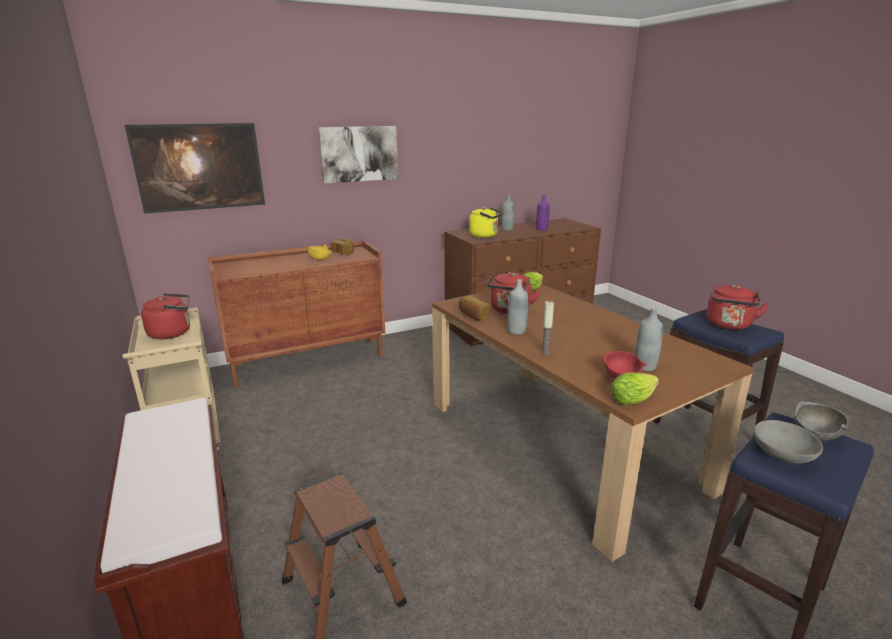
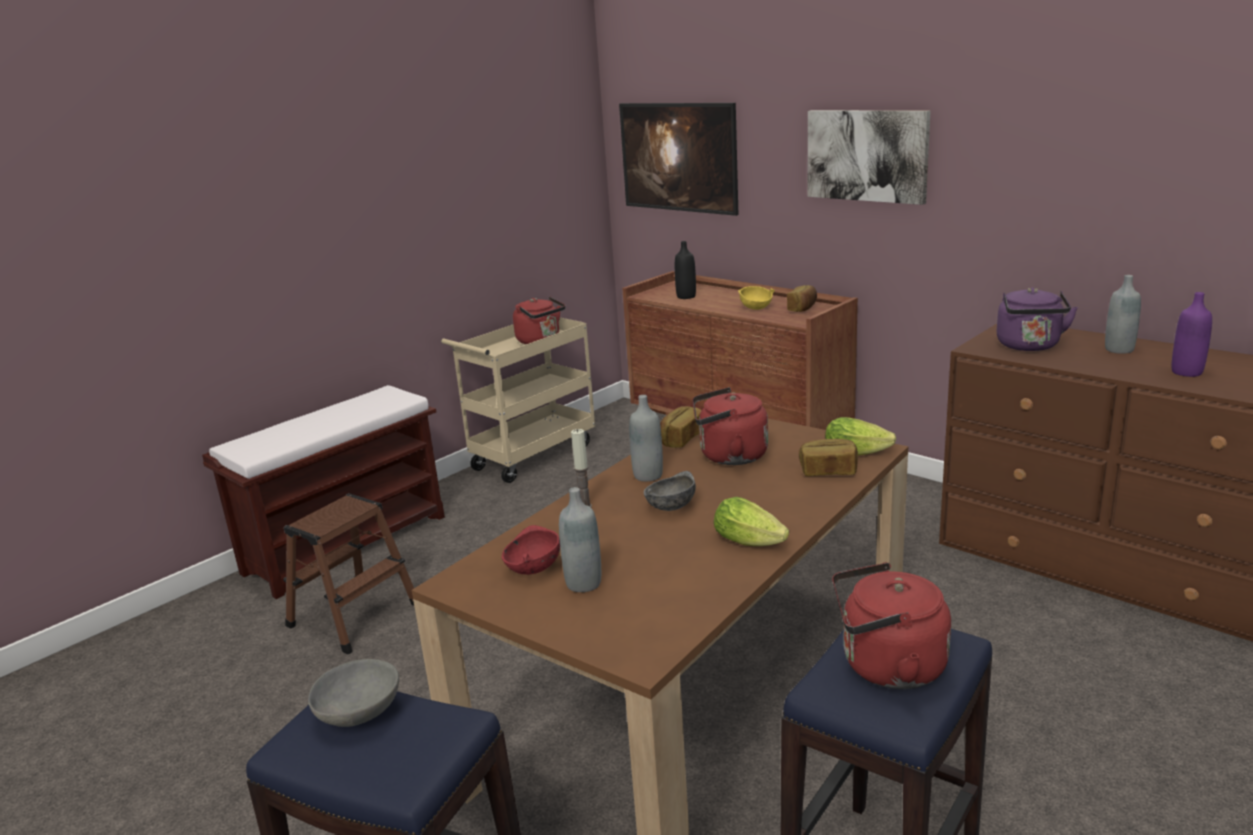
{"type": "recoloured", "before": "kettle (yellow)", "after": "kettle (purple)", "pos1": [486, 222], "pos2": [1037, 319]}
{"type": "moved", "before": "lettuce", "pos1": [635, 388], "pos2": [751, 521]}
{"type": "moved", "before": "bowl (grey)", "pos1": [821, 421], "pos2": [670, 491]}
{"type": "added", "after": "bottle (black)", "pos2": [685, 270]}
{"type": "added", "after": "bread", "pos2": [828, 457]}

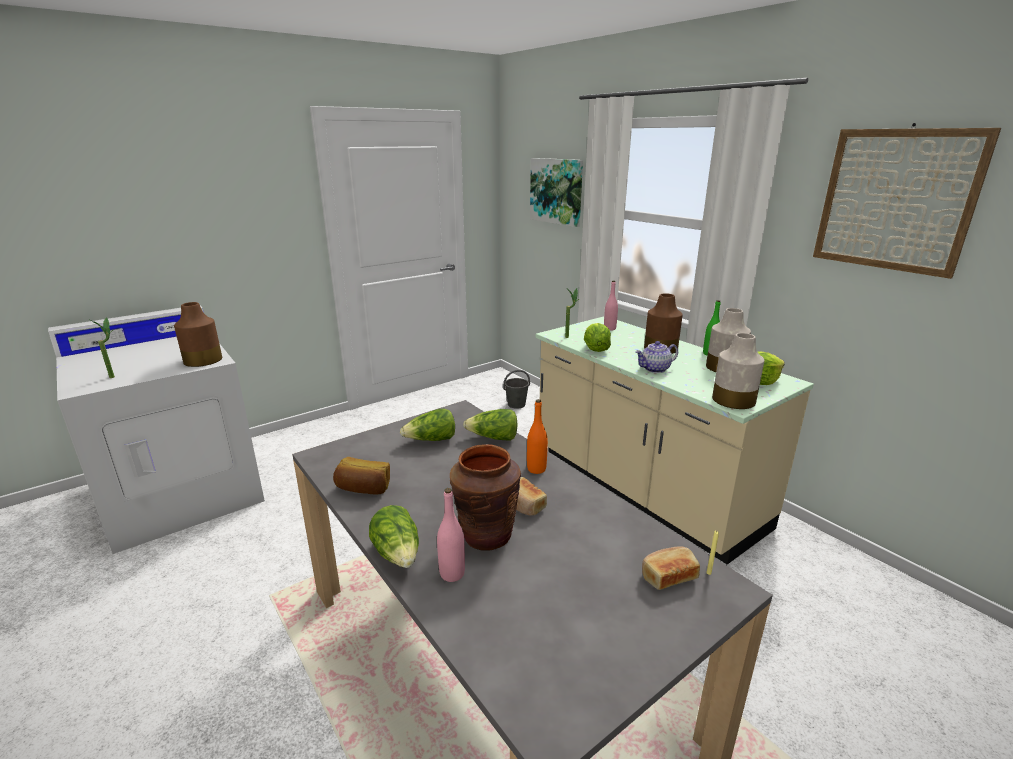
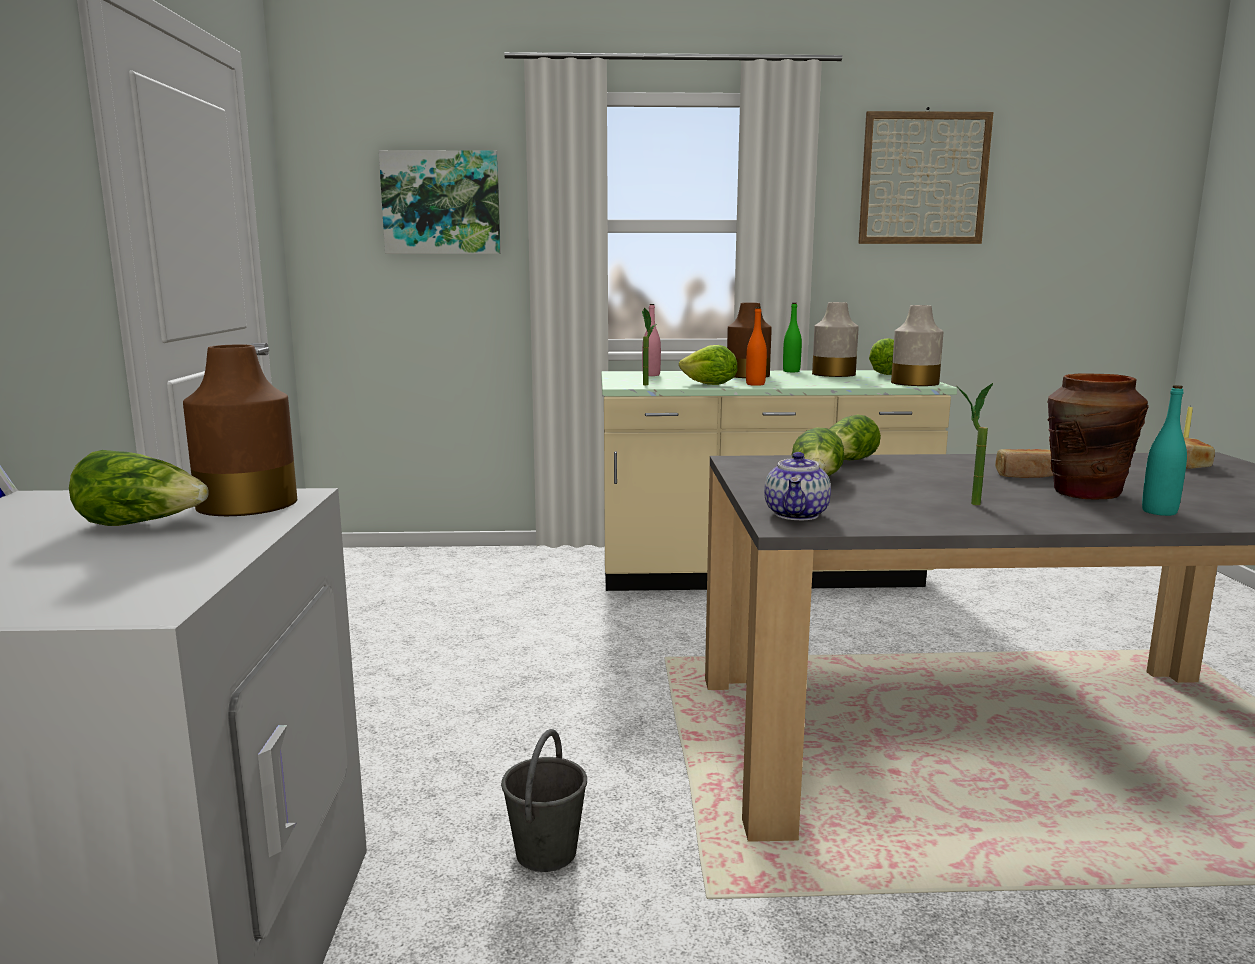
{"type": "moved", "before": "potted plant", "pos1": [102, 347], "pos2": [975, 444]}
{"type": "removed", "before": "bread", "pos1": [361, 475]}
{"type": "moved", "before": "lettuce", "pos1": [394, 536], "pos2": [139, 488]}
{"type": "recoloured", "before": "bottle (pink)", "after": "bottle (turquoise)", "pos1": [451, 535], "pos2": [1164, 450]}
{"type": "moved", "before": "bucket (grey)", "pos1": [516, 389], "pos2": [544, 800]}
{"type": "moved", "before": "bottle (orange)", "pos1": [537, 436], "pos2": [756, 346]}
{"type": "moved", "before": "teapot", "pos1": [656, 357], "pos2": [797, 486]}

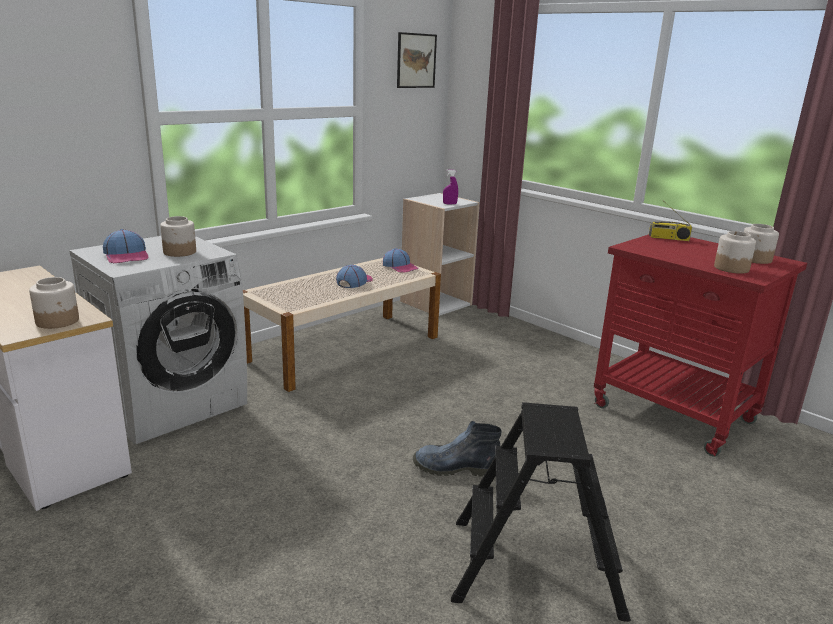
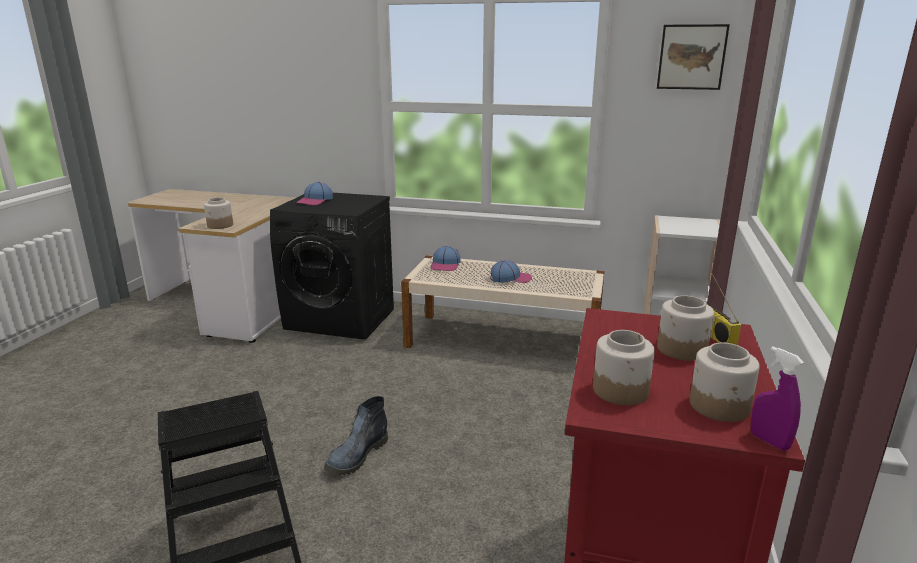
{"type": "recoloured", "before": "washing machine (white)", "after": "washing machine (black)", "pos1": [158, 340], "pos2": [332, 266]}
{"type": "moved", "before": "jar", "pos1": [178, 236], "pos2": [685, 328]}
{"type": "moved", "before": "cap", "pos1": [401, 260], "pos2": [445, 258]}
{"type": "turned", "before": "boot", "pos1": [457, 449], "pos2": [356, 435], "turn": -120}
{"type": "moved", "before": "spray bottle (purple)", "pos1": [450, 187], "pos2": [777, 398]}

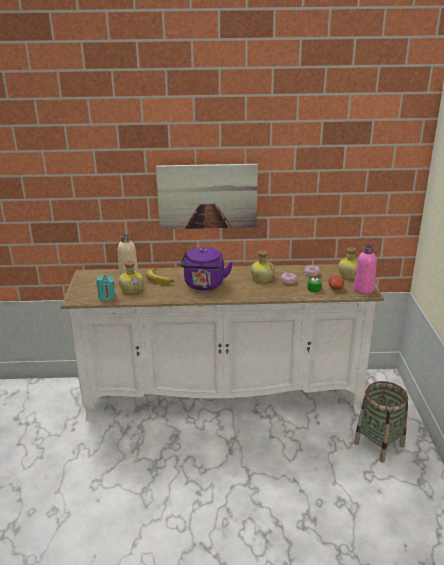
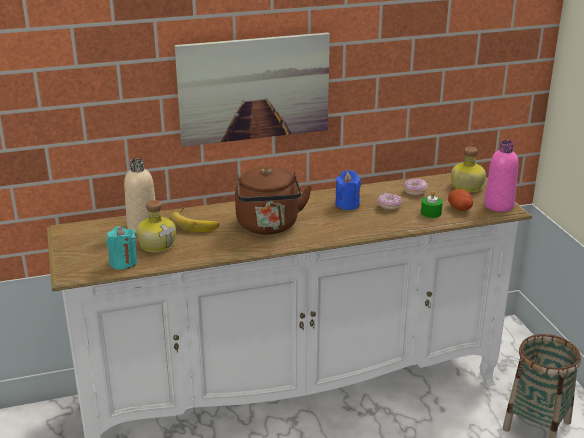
{"type": "recoloured", "before": "kettle (purple)", "after": "kettle (brown)", "pos1": [207, 268], "pos2": [273, 200]}
{"type": "replaced", "before": "bottle", "after": "candle (blue)", "pos1": [263, 266], "pos2": [348, 190]}

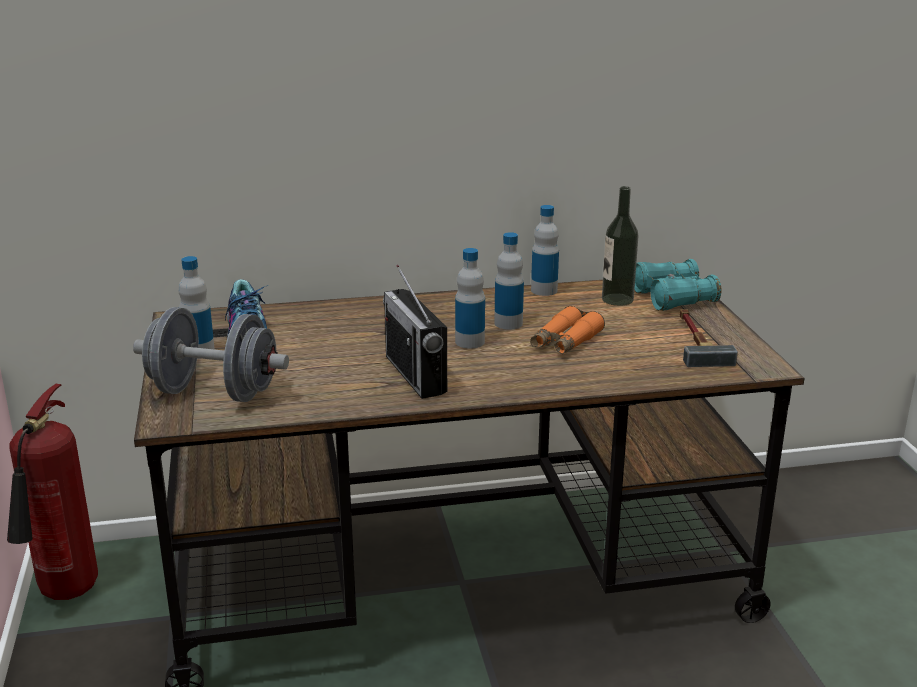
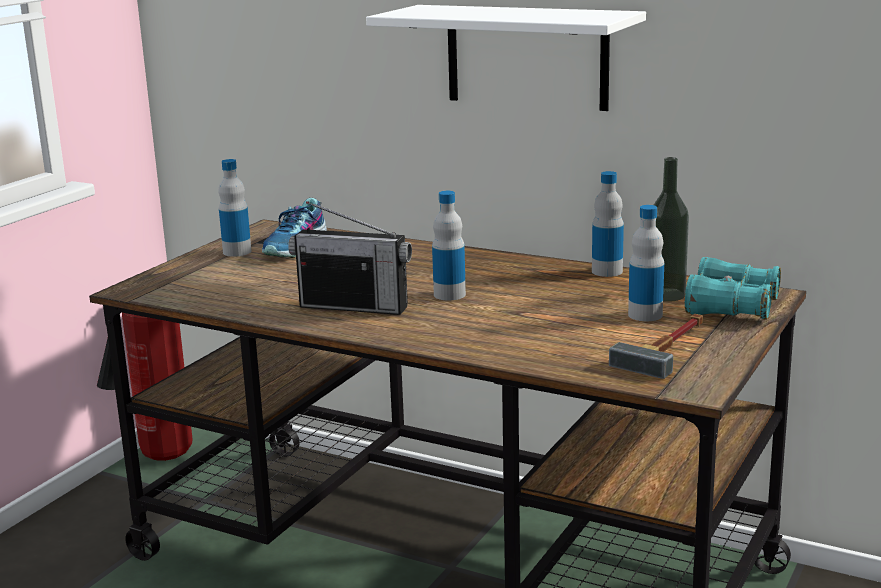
{"type": "removed", "before": "dumbbell (grey)", "pos1": [211, 354]}
{"type": "turned", "before": "radio", "pos1": [415, 332], "pos2": [350, 258], "turn": -90}
{"type": "moved", "before": "bottle", "pos1": [509, 281], "pos2": [646, 263]}
{"type": "removed", "before": "binoculars (orange)", "pos1": [567, 330]}
{"type": "added", "after": "shelf (white)", "pos2": [506, 58]}

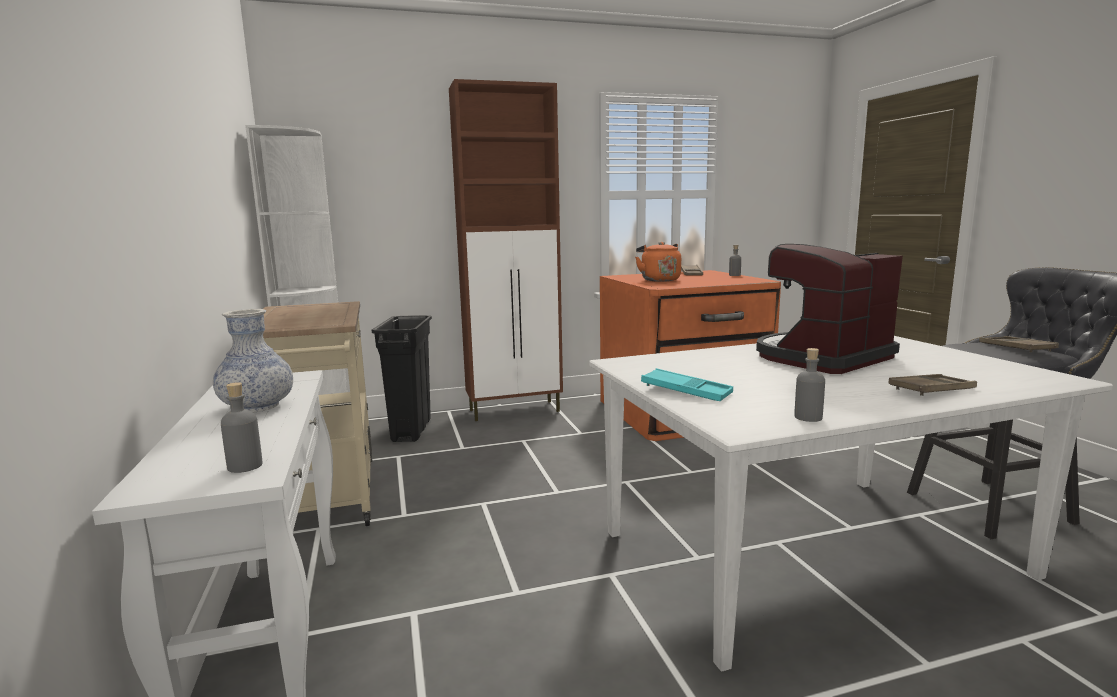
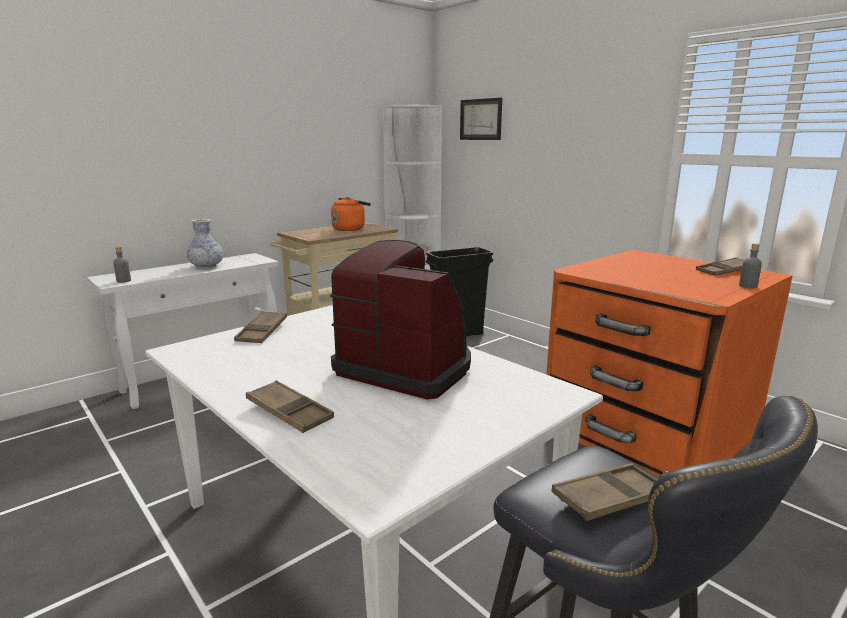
{"type": "removed", "before": "cabinet (brown)", "pos1": [506, 250]}
{"type": "moved", "before": "kettle (orange)", "pos1": [658, 262], "pos2": [351, 214]}
{"type": "recoloured", "before": "tray (turquoise)", "after": "tray (brown)", "pos1": [687, 384], "pos2": [260, 327]}
{"type": "removed", "before": "bottle (grey)", "pos1": [809, 385]}
{"type": "added", "after": "picture", "pos2": [481, 119]}

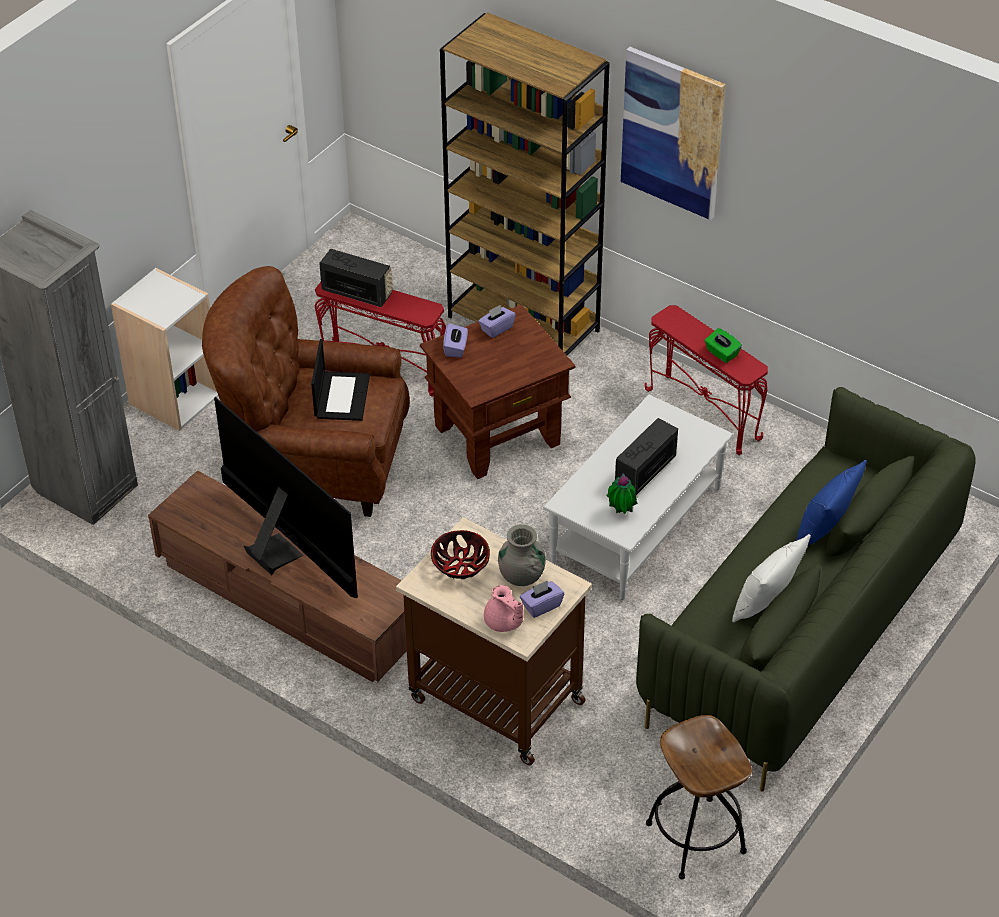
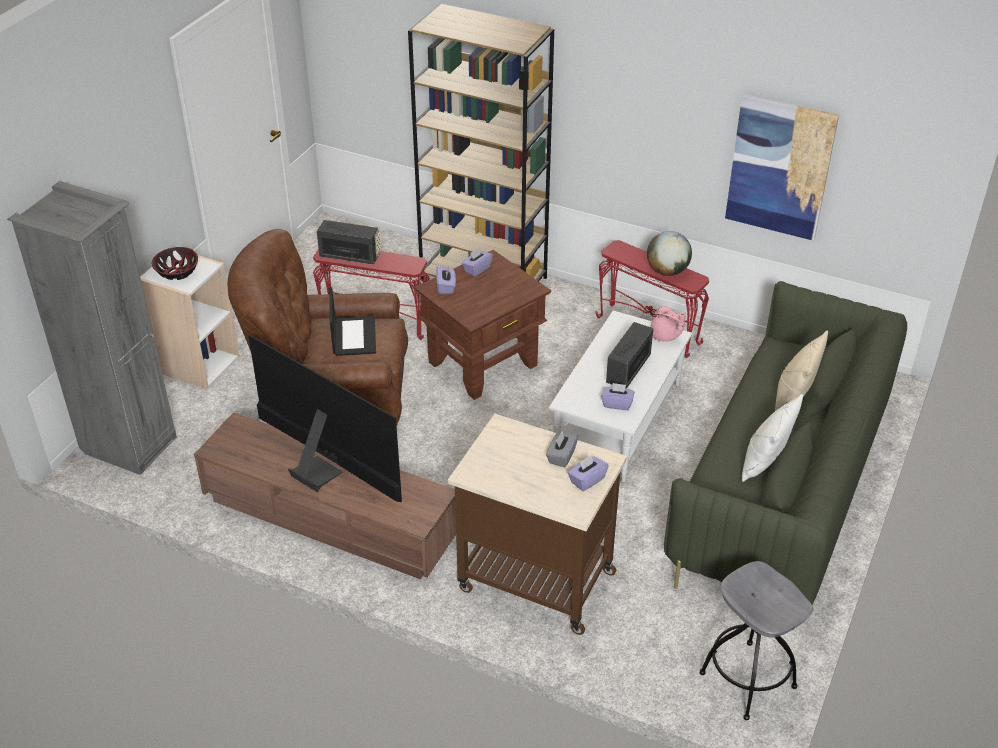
{"type": "moved", "before": "bowl", "pos1": [460, 554], "pos2": [175, 263]}
{"type": "moved", "before": "teapot (pink)", "pos1": [504, 608], "pos2": [668, 324]}
{"type": "replaced", "before": "vase (grey)", "after": "tissue box (grey)", "pos1": [522, 555], "pos2": [562, 449]}
{"type": "replaced", "before": "potted plant", "after": "tissue box (purple)", "pos1": [622, 493], "pos2": [617, 396]}
{"type": "moved", "before": "picture", "pos1": [673, 133], "pos2": [782, 167]}
{"type": "recoloured", "before": "stool (brown)", "after": "stool (grey)", "pos1": [699, 797], "pos2": [756, 640]}
{"type": "replaced", "before": "tissue box (green)", "after": "globe", "pos1": [723, 345], "pos2": [669, 253]}
{"type": "recoloured", "before": "pillow (blue)", "after": "pillow (beige)", "pos1": [831, 502], "pos2": [801, 371]}

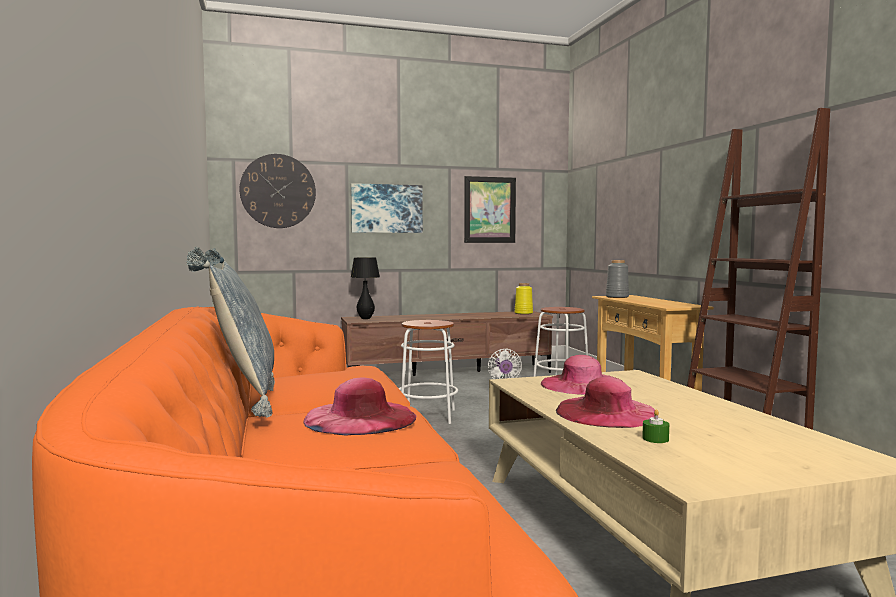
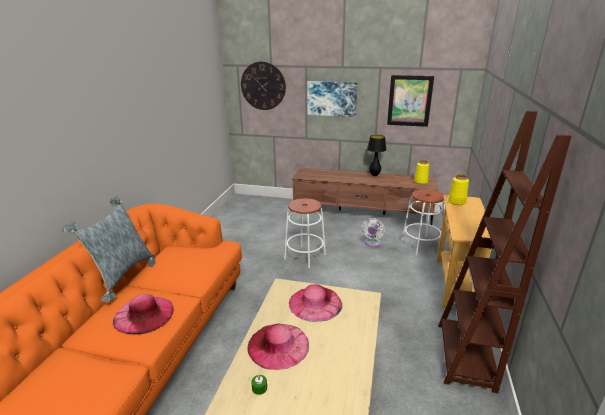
{"type": "moved", "before": "table lamp (black)", "pos1": [365, 288], "pos2": [376, 155]}
{"type": "recoloured", "before": "vase (grey)", "after": "vase (yellow)", "pos1": [617, 279], "pos2": [458, 189]}

